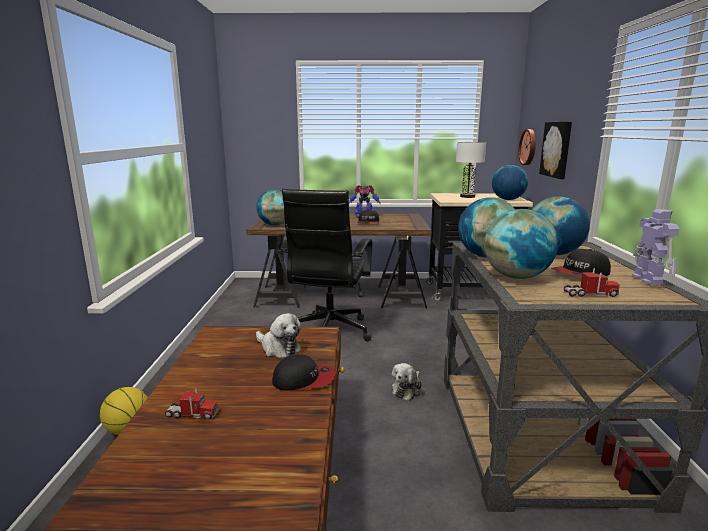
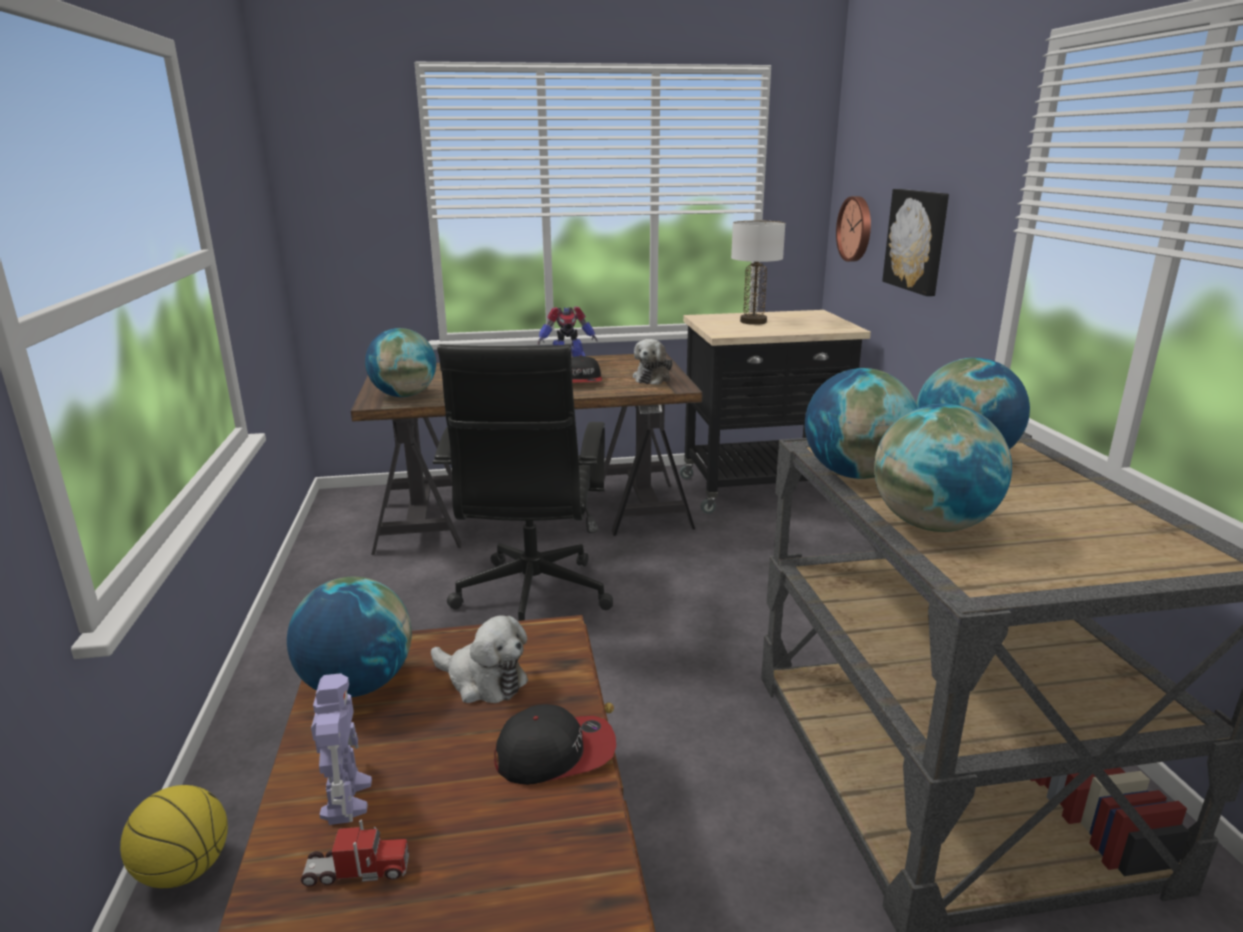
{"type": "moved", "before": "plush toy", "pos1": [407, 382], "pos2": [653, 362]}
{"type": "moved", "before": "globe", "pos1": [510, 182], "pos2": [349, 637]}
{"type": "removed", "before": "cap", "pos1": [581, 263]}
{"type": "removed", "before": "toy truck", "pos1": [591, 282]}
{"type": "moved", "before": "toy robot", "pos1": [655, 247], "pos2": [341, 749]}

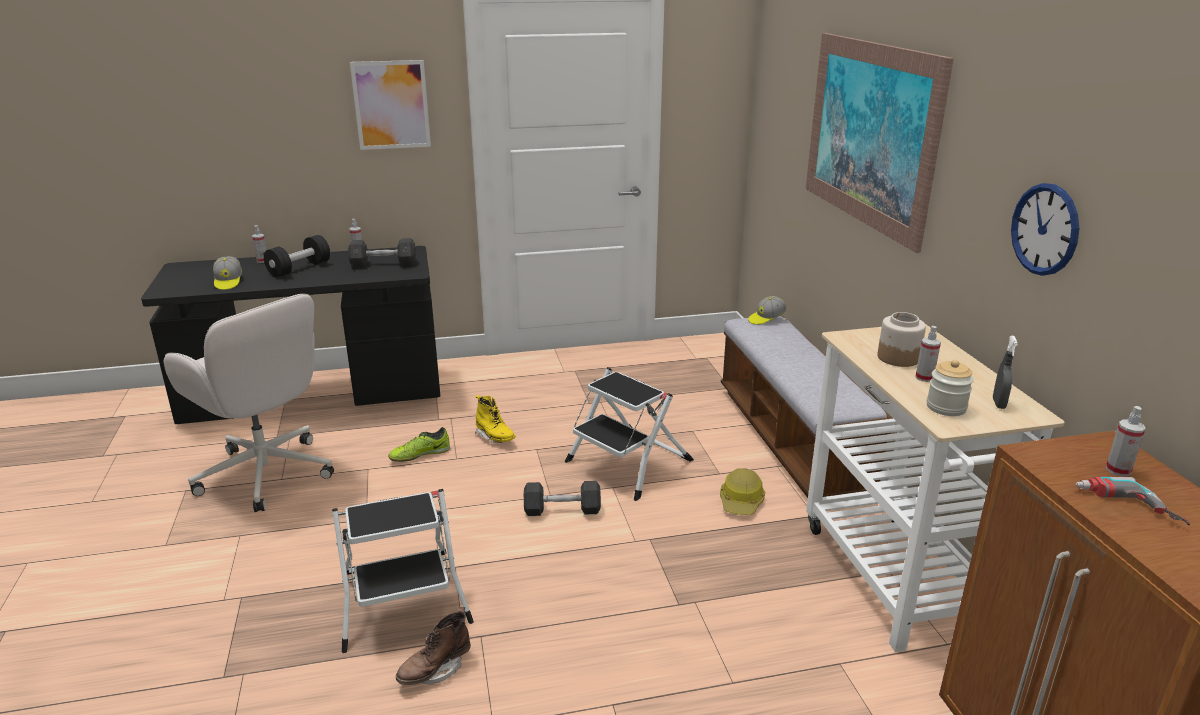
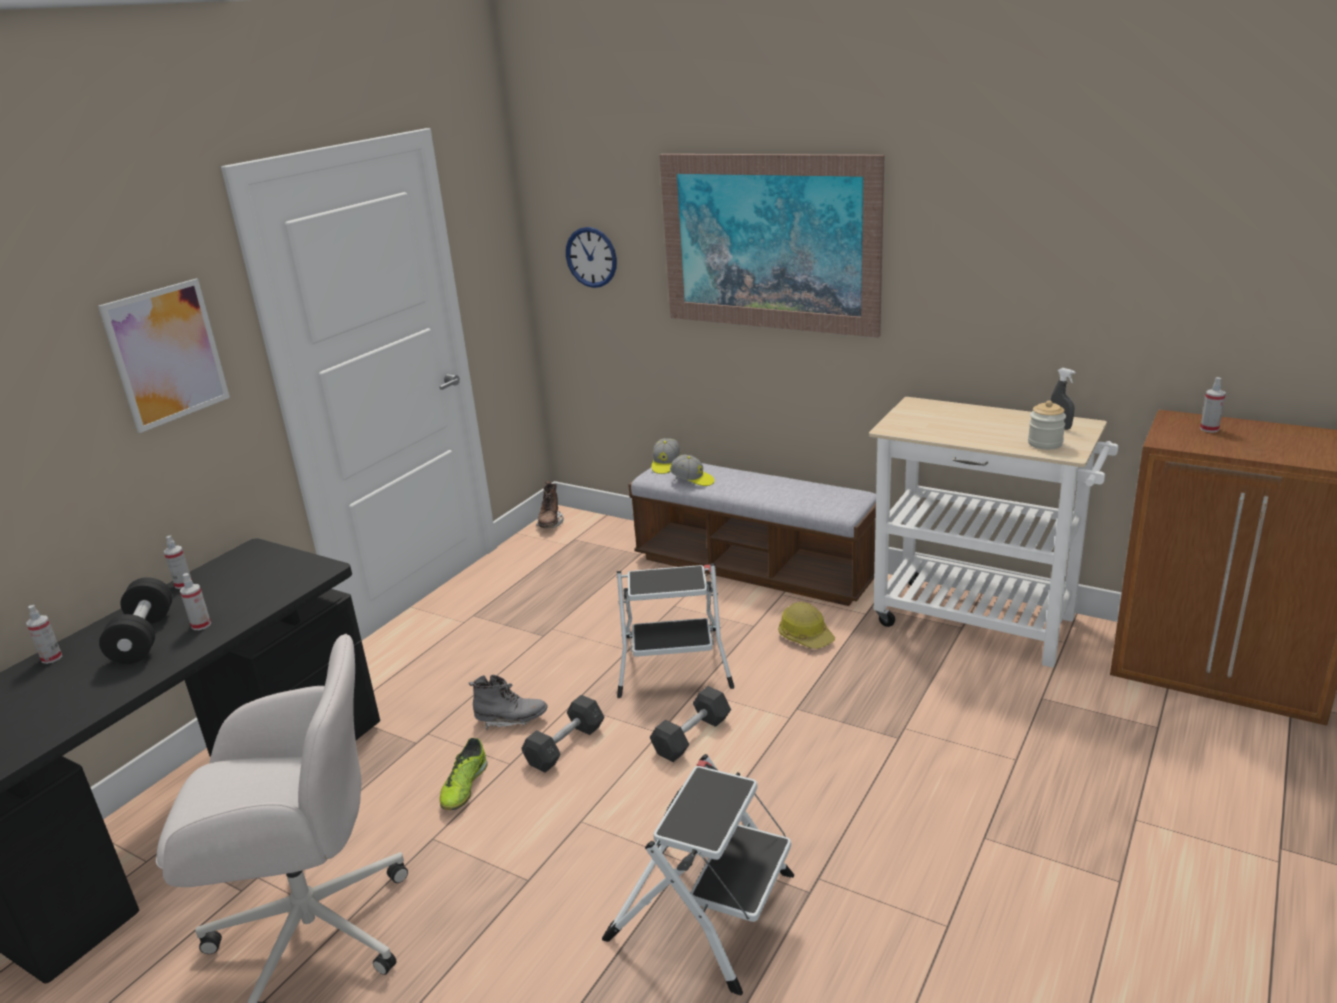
{"type": "moved", "before": "cap", "pos1": [227, 273], "pos2": [692, 470]}
{"type": "moved", "before": "dumbbell (grey)", "pos1": [382, 253], "pos2": [563, 734]}
{"type": "moved", "before": "boot (brown)", "pos1": [433, 646], "pos2": [550, 504]}
{"type": "recoloured", "before": "boot (yellow)", "after": "boot (grey)", "pos1": [495, 419], "pos2": [508, 702]}
{"type": "removed", "before": "jar", "pos1": [901, 339]}
{"type": "moved", "before": "spray bottle", "pos1": [928, 354], "pos2": [195, 601]}
{"type": "moved", "before": "wall clock", "pos1": [1045, 229], "pos2": [591, 257]}
{"type": "removed", "before": "power drill", "pos1": [1132, 501]}

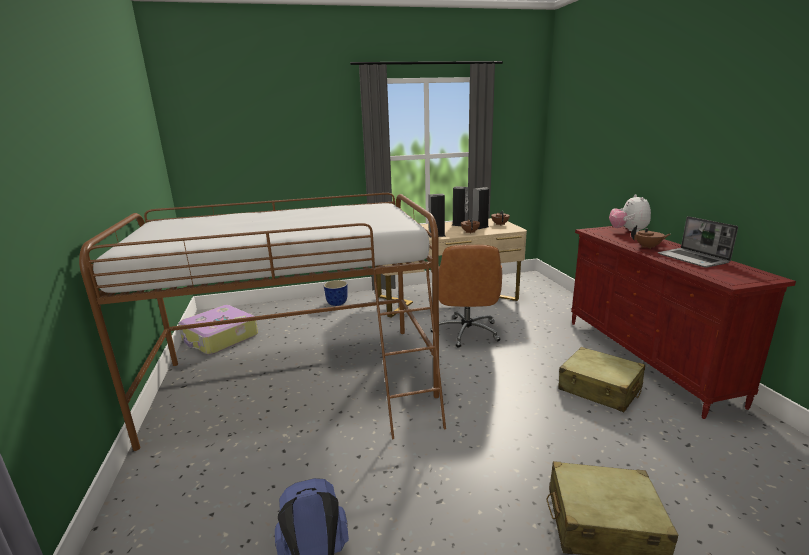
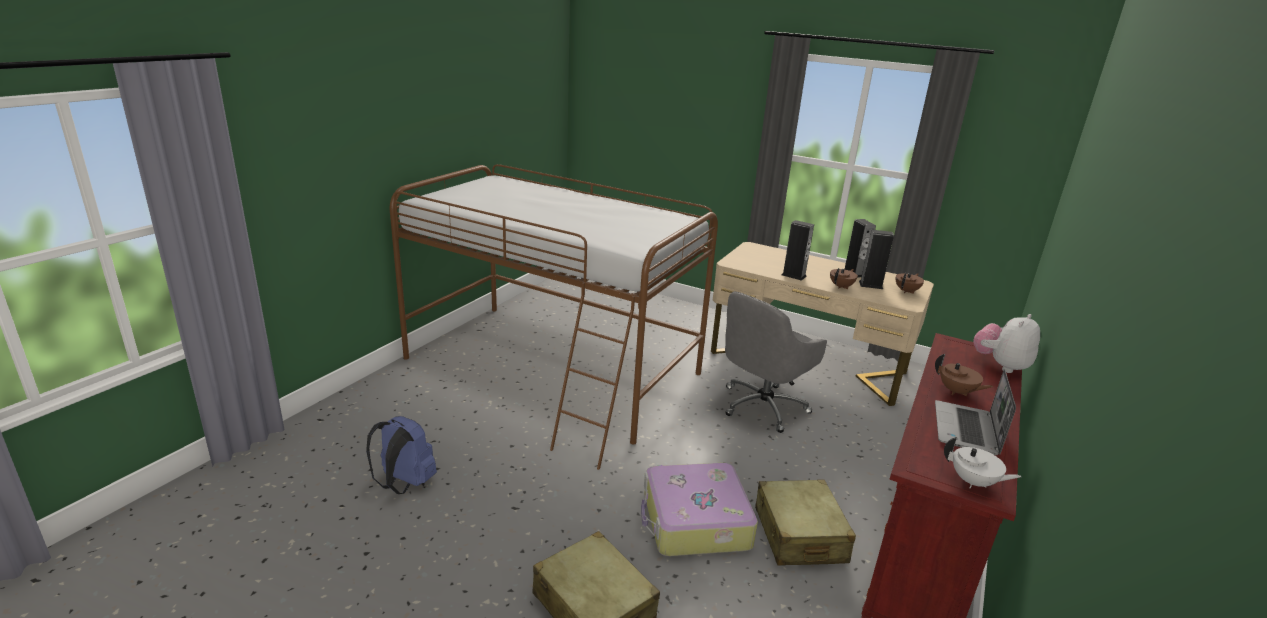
{"type": "moved", "before": "suitcase", "pos1": [218, 330], "pos2": [699, 509]}
{"type": "removed", "before": "planter", "pos1": [335, 293]}
{"type": "recoloured", "before": "office chair (brown)", "after": "office chair (grey)", "pos1": [466, 296], "pos2": [776, 362]}
{"type": "added", "after": "teapot (white)", "pos2": [982, 463]}

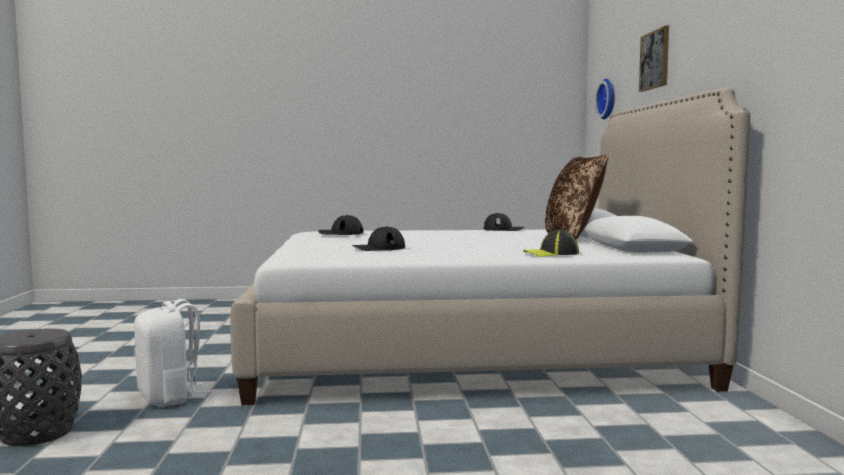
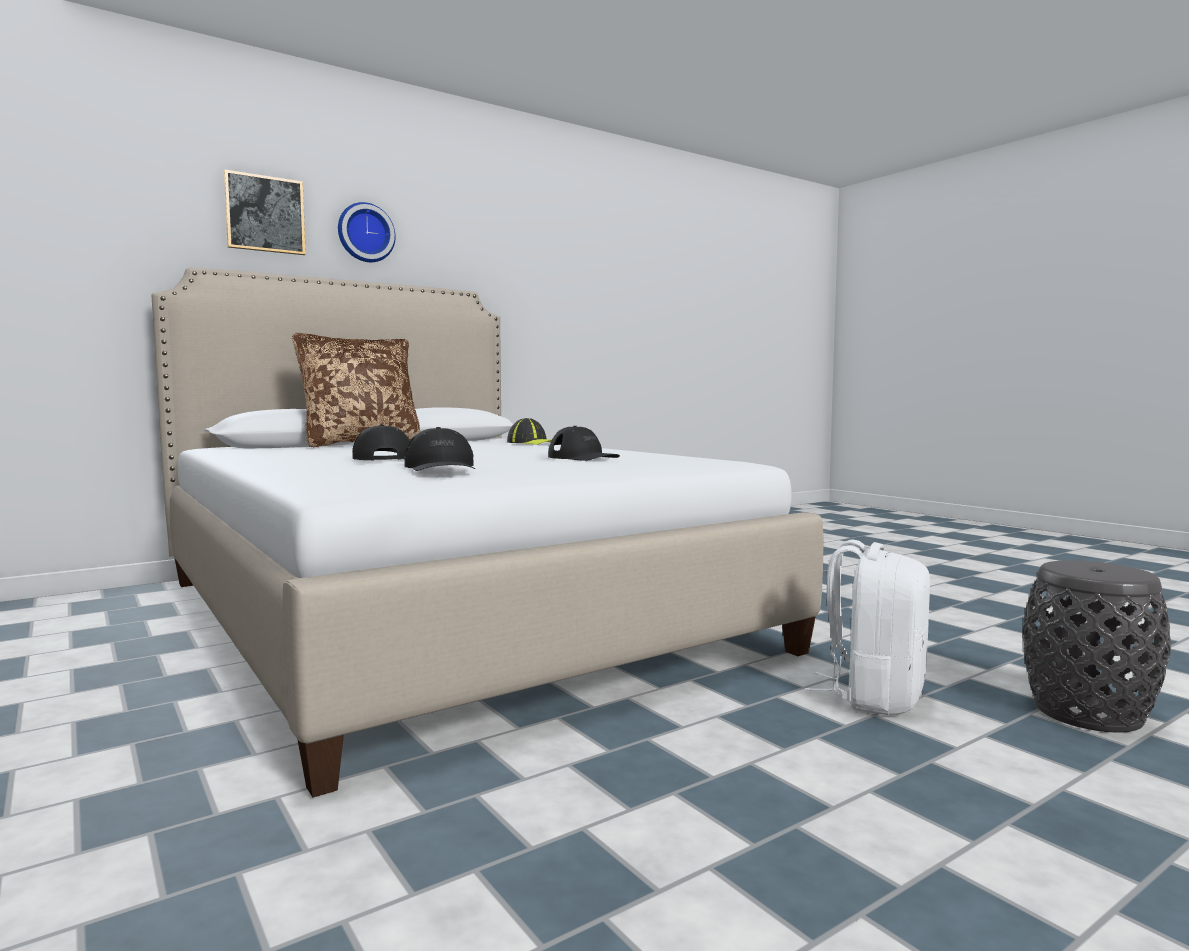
{"type": "moved", "before": "cap (black)", "pos1": [503, 222], "pos2": [381, 442]}
{"type": "moved", "before": "wall clock", "pos1": [605, 99], "pos2": [367, 232]}

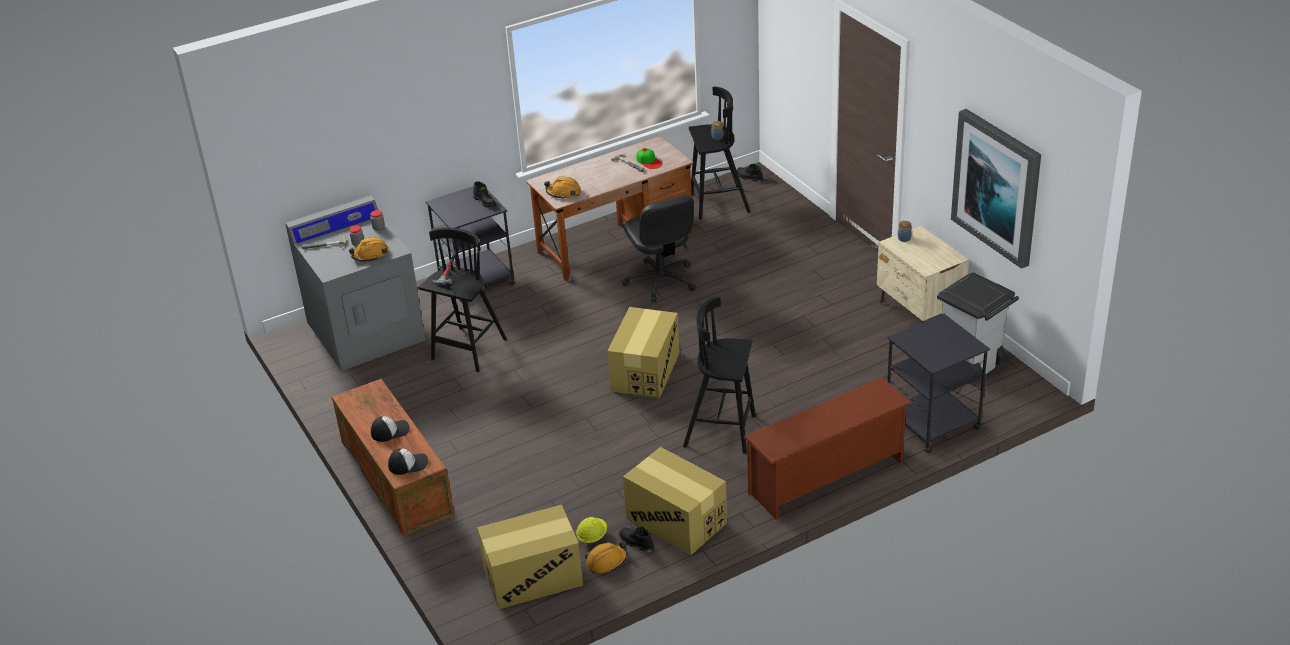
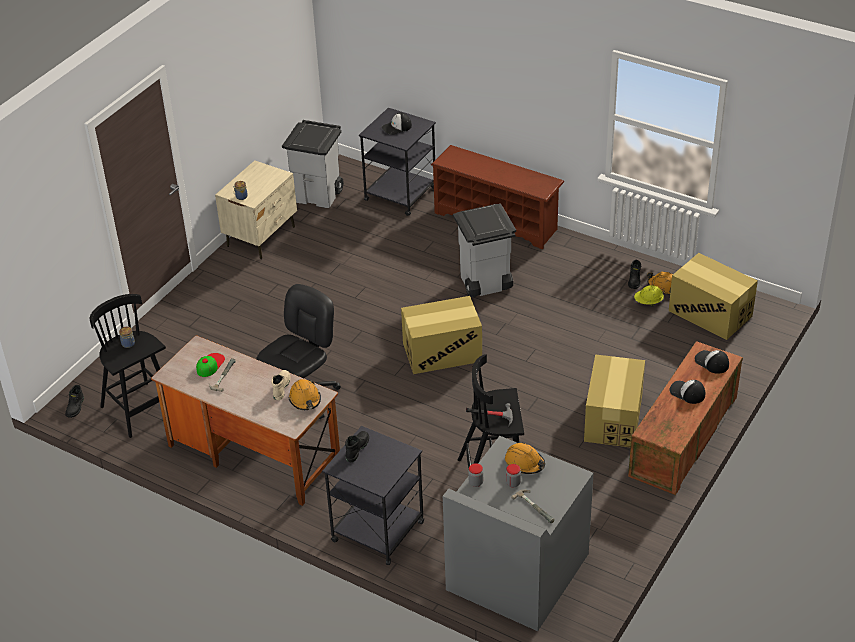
{"type": "moved", "before": "cardboard box", "pos1": [675, 501], "pos2": [614, 401]}
{"type": "replaced", "before": "stool (black)", "after": "trash can (grey)", "pos1": [719, 375], "pos2": [484, 250]}
{"type": "removed", "before": "picture", "pos1": [996, 189]}
{"type": "added", "after": "boot (beige)", "pos2": [281, 385]}
{"type": "added", "after": "cap", "pos2": [397, 123]}

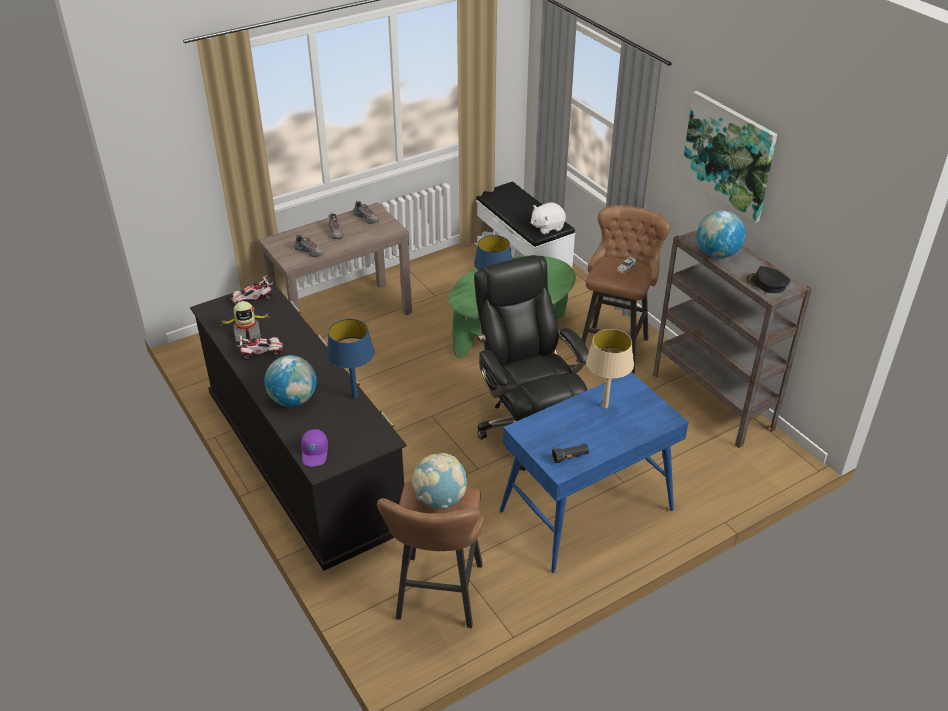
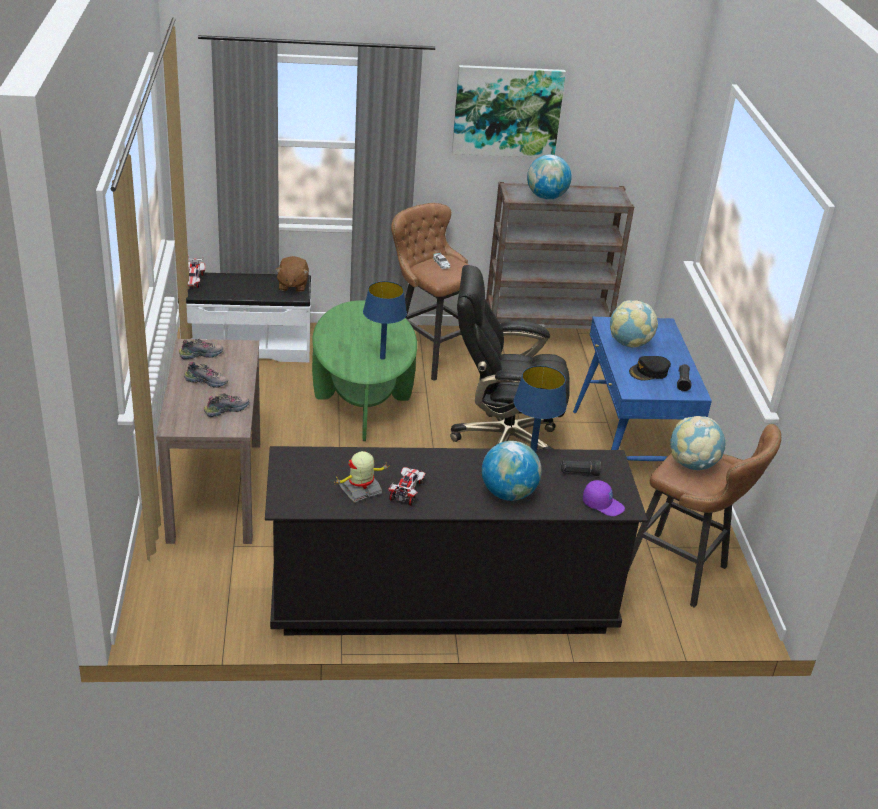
{"type": "turned", "before": "toy robot", "pos1": [245, 321], "pos2": [361, 477], "turn": -135}
{"type": "moved", "before": "toy car", "pos1": [252, 289], "pos2": [196, 271]}
{"type": "recoloured", "before": "plush toy (white)", "after": "plush toy (brown)", "pos1": [548, 218], "pos2": [292, 274]}
{"type": "replaced", "before": "table lamp (beige)", "after": "globe", "pos1": [610, 368], "pos2": [634, 324]}
{"type": "moved", "before": "cap (black)", "pos1": [768, 279], "pos2": [650, 368]}
{"type": "added", "after": "flashlight (black)", "pos2": [581, 468]}

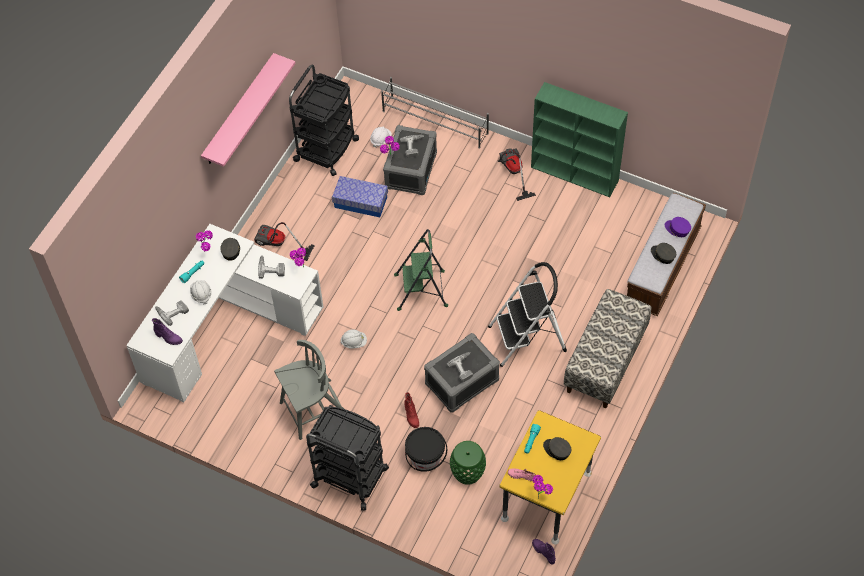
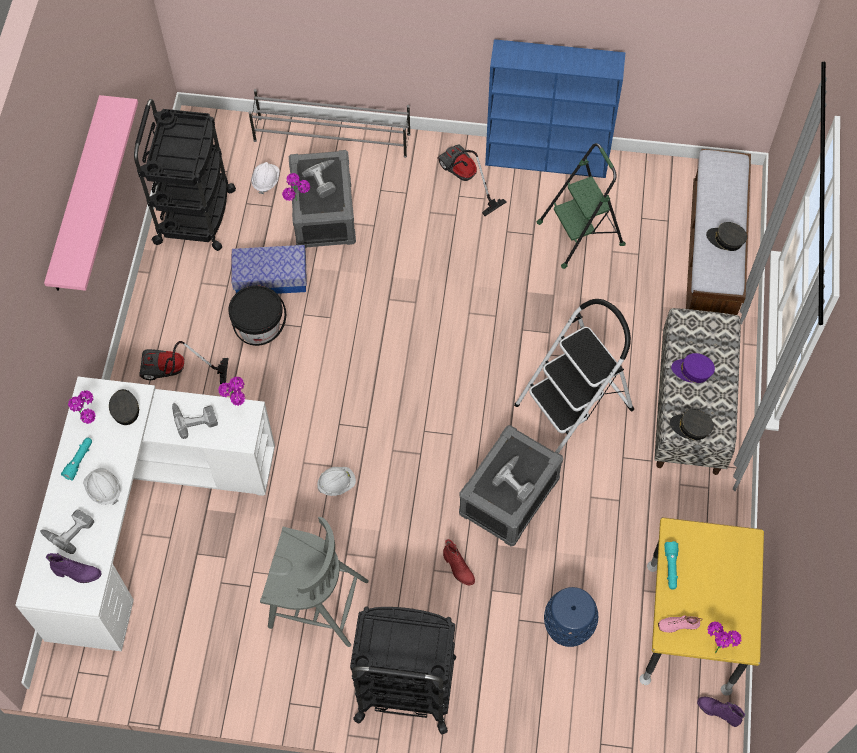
{"type": "turned", "before": "chair (grey)", "pos1": [309, 390], "pos2": [314, 582], "turn": 60}
{"type": "moved", "before": "step ladder (green)", "pos1": [421, 270], "pos2": [581, 206]}
{"type": "moved", "before": "bucket (black)", "pos1": [426, 449], "pos2": [257, 315]}
{"type": "recoloured", "before": "stool (green)", "after": "stool (blue)", "pos1": [468, 463], "pos2": [571, 617]}
{"type": "recoloured", "before": "bookcase (green)", "after": "bookcase (blue)", "pos1": [579, 139], "pos2": [555, 108]}
{"type": "moved", "before": "cap (grey)", "pos1": [557, 448], "pos2": [692, 425]}
{"type": "moved", "before": "cap (purple)", "pos1": [678, 227], "pos2": [693, 368]}

